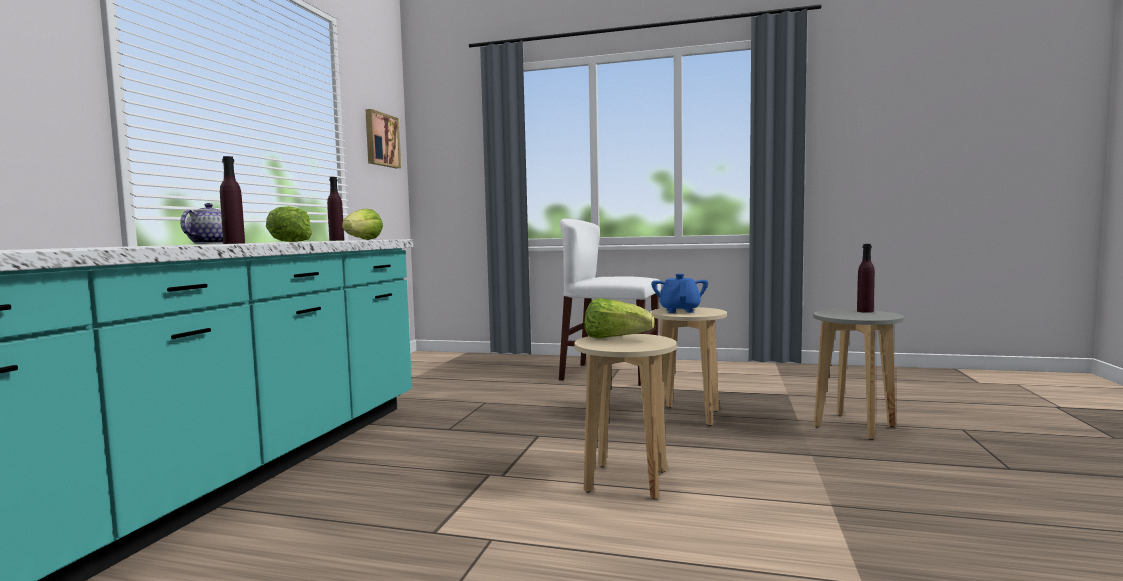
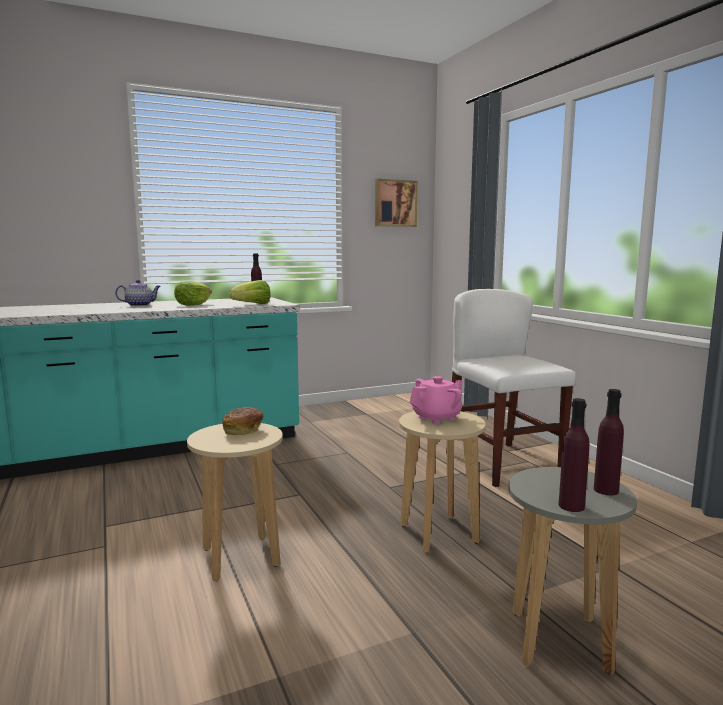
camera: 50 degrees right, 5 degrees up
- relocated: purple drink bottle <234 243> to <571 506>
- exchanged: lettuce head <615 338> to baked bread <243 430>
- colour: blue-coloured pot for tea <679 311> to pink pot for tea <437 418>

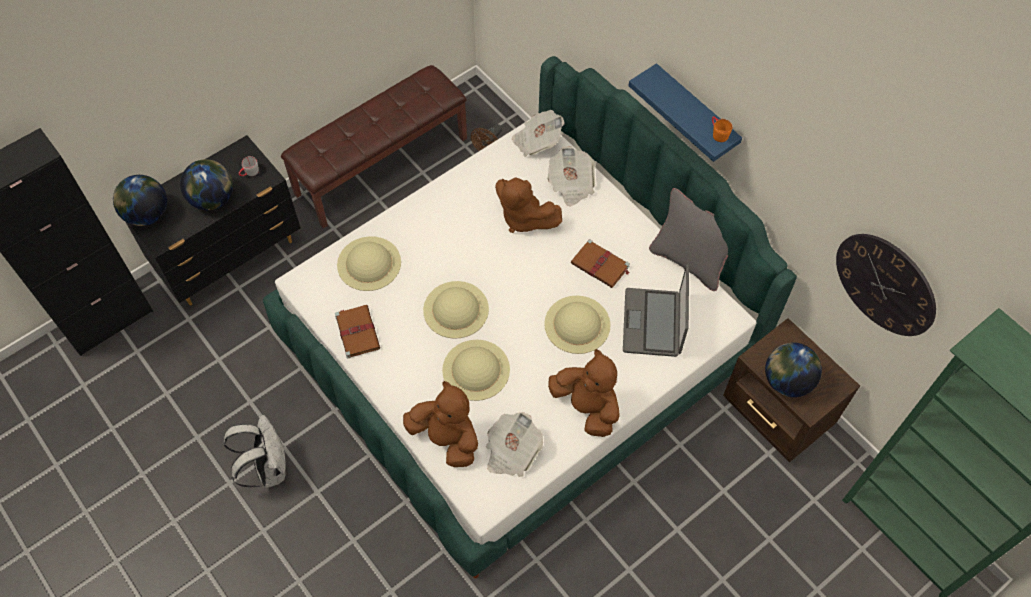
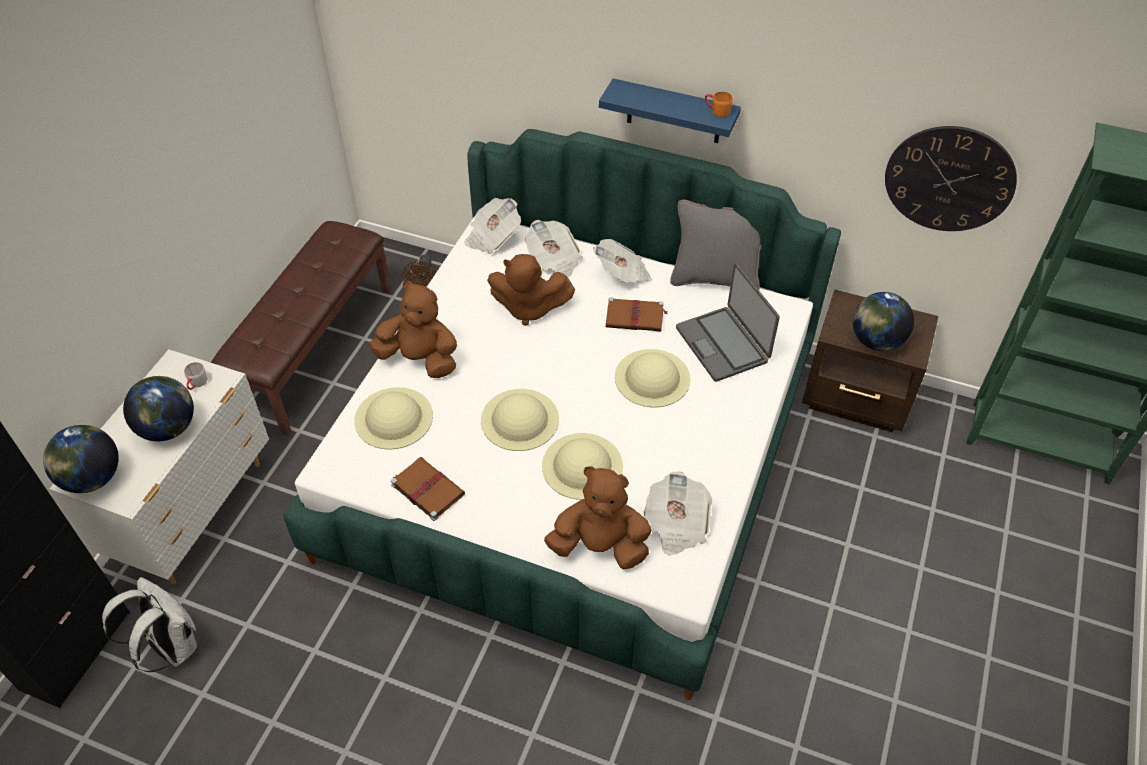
camera: 30 degrees left, 10 degrees down
- appeared: printed paper <623 274>
- relocated: white backpack <268 468> to <170 647>
- relocated: brown-coloured cuddly toy <587 407> to <420 359>
- colour: blackish chest of drawers <231 257> to white chest of drawers <195 511>

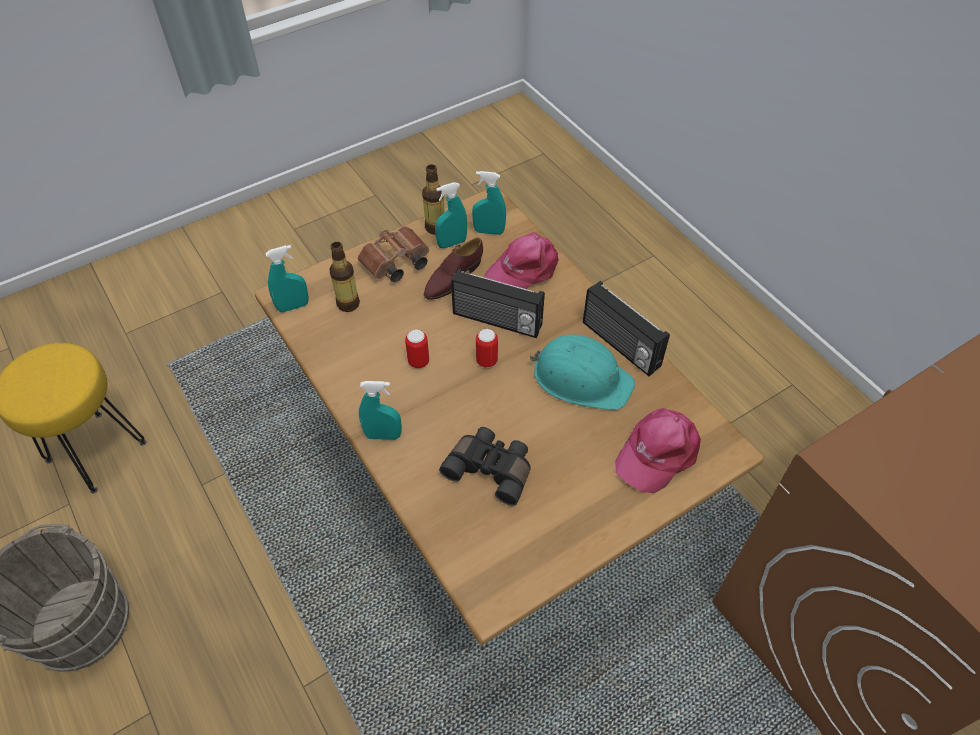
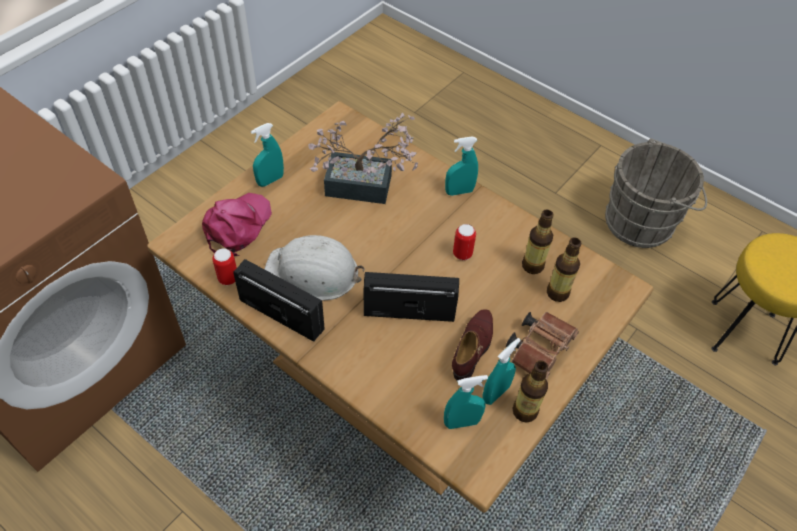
camera: 160 degrees right, 0 degrees up
- missing: pink peaked cap <523 270>
- appeared: drink bottle <532 266>
- relocated: turquoise-coloured hand sprayer <293 306> to <270 180>
- relocated: metal can <486 361> to <228 278>
- exchanged: blackish binoculars <491 469> to plant in a pot <367 187>
- colour: turquoise-coloured safety helmet <581 378> to white safety helmet <313 273>

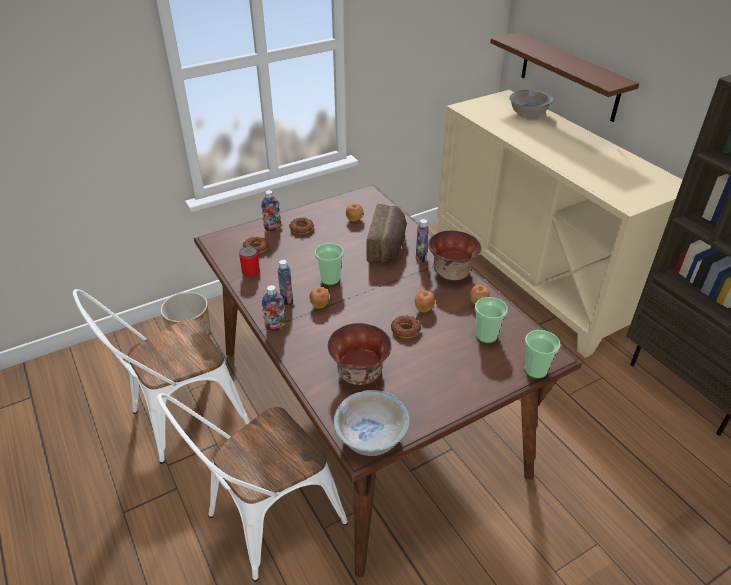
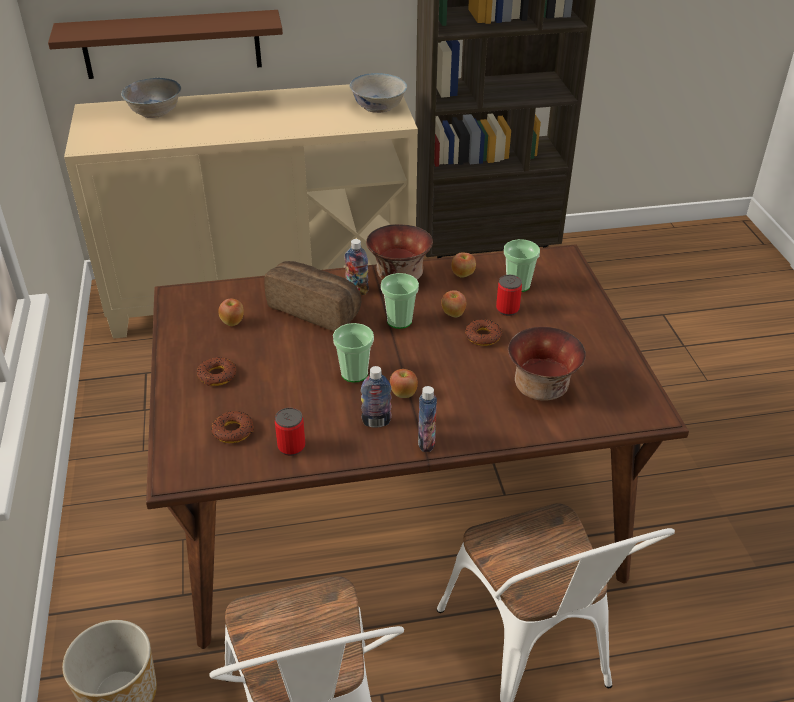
camera: 70 degrees left, 0 degrees up
- missing: drink bottle <272 228>
- appeared: metal can <507 309>
- relocated: white serving bowl <371 437> to <378 106>
- relocated: small cup <535 370> to <399 321>

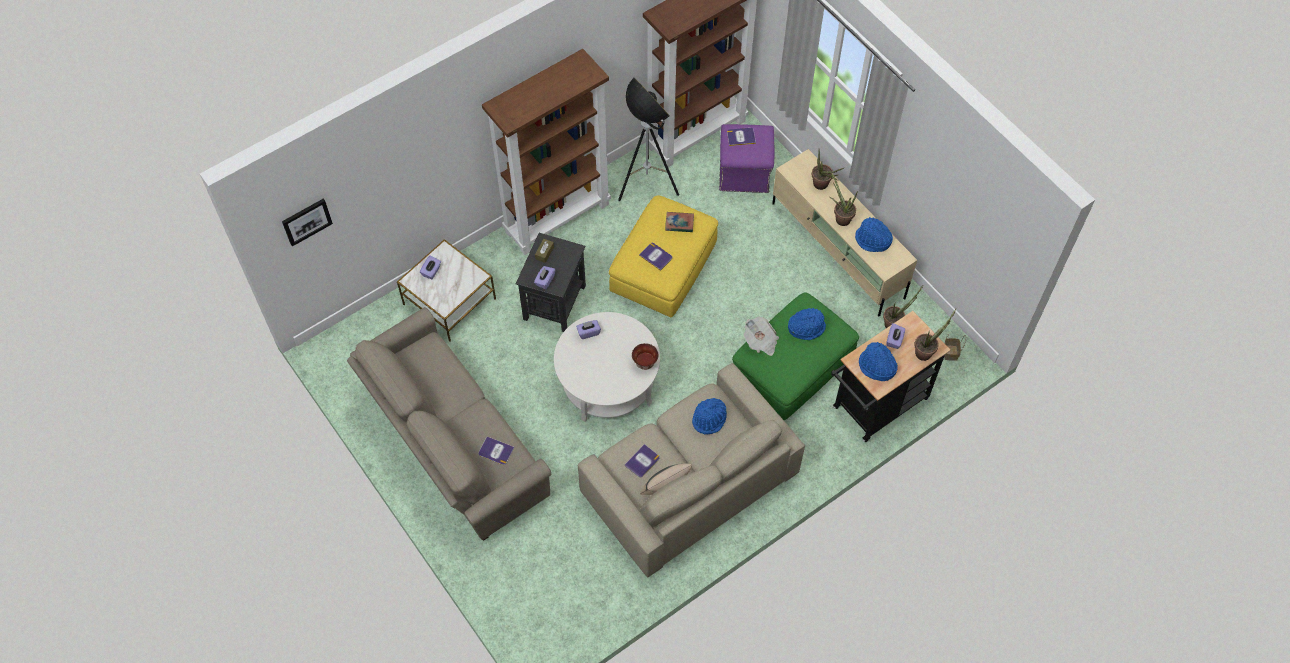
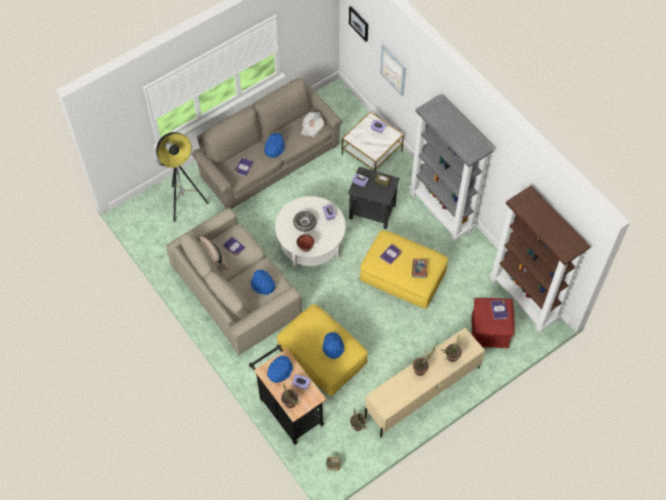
camera: 90 degrees right, 0 degrees up
- appeared: serving bowl <304 223>
- appeared: wall art <393 70>
- relocated: standing lamp <646 185> to <184 202>
- relocated: printed paper <760 341> to <311 128>
- relocated: blue-coloured hat <872 240> to <274 148>
- colour: brown-coloured shelving unit <557 217> to greyish shelving unit <442 211>
- colour: purple pouffe <745 172> to red pouffe <490 331>
- colour: greenish pouffe <792 367> to yellow pouffe <322 356>

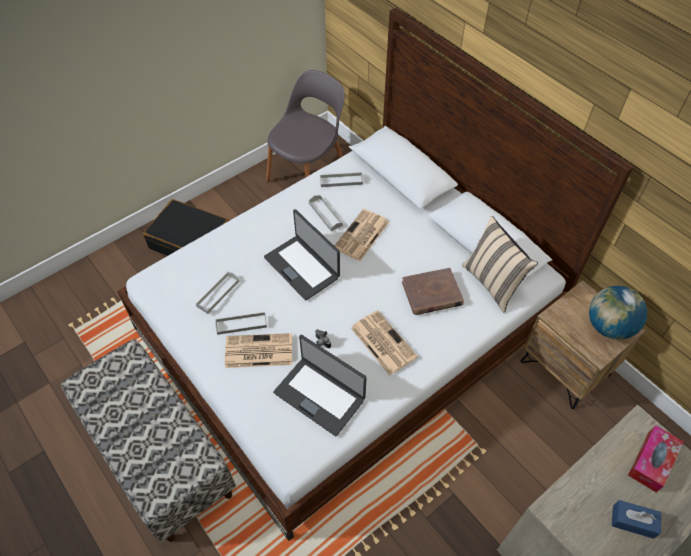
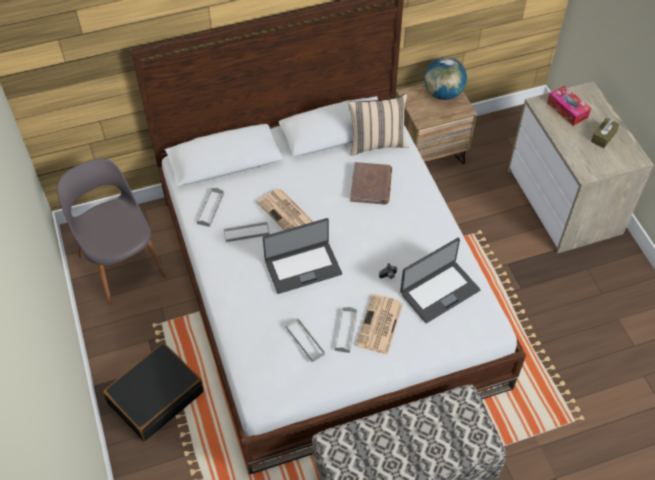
camera: 70 degrees left, 0 degrees up
- missing: printed paper <382 342>
- colour: blue-coloured box of tissues <633 521> to brown-coloured box of tissues <603 137>

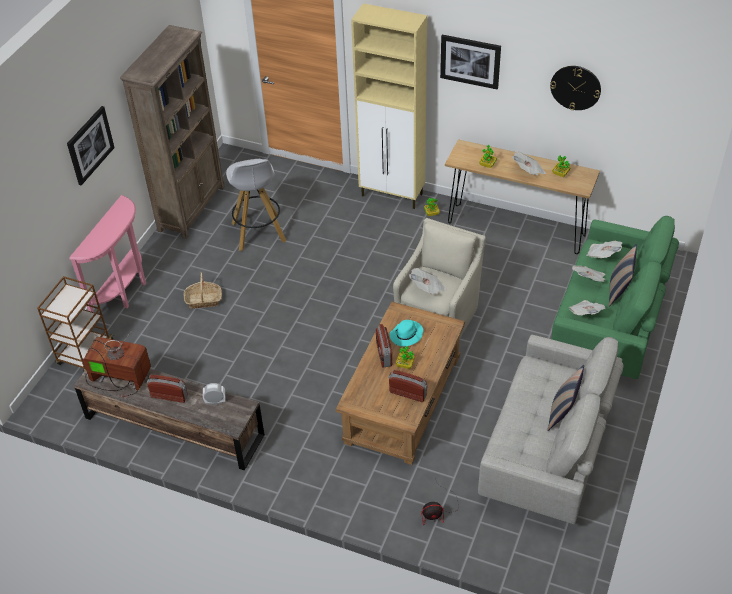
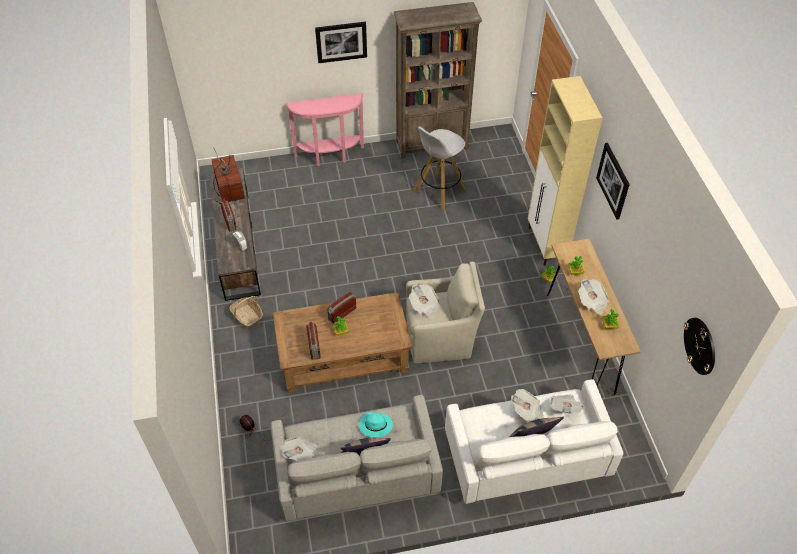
camera: 55 degrees right, 5 degrees up
- missing: brown-coloured wheeled cart <85 353>
- relocated: household basket <204 300> to <247 316>
- relocated: turquoise-coloured hat <406 335> to <375 426>
- relocated: wall clock <575 87> to <700 346>
- relocated: printed paper <585 314> to <300 453>
- colour: greenish sofa <608 323> to white sofa <525 458>

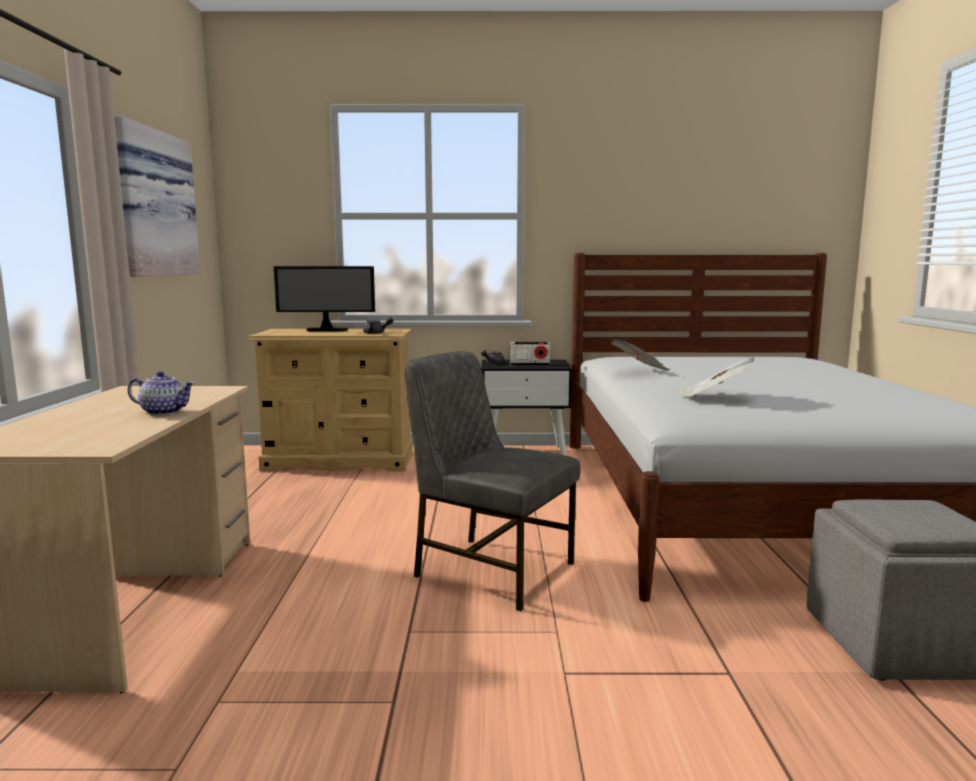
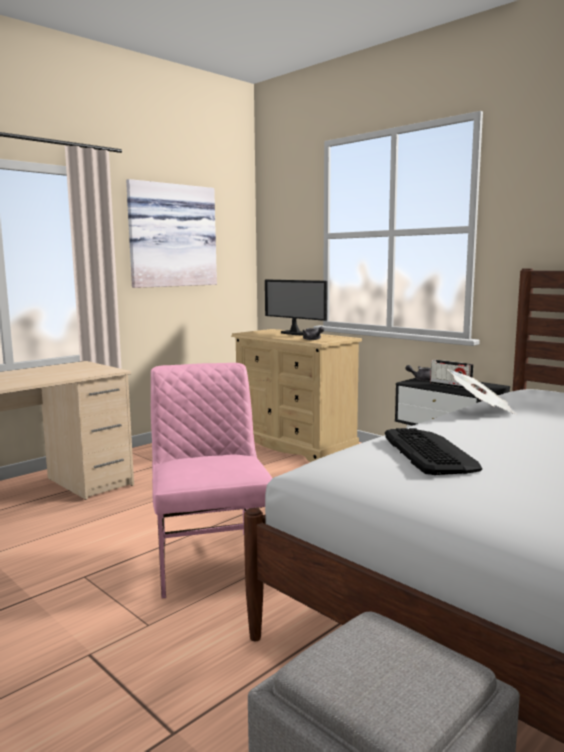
camera: 45 degrees right, 0 degrees up
- missing: pot for tea <164 412>
- exchanged: printed paper <714 397> to PC keyboard <429 452>
- colour: greyish chair <491 569> to pink chair <211 560>

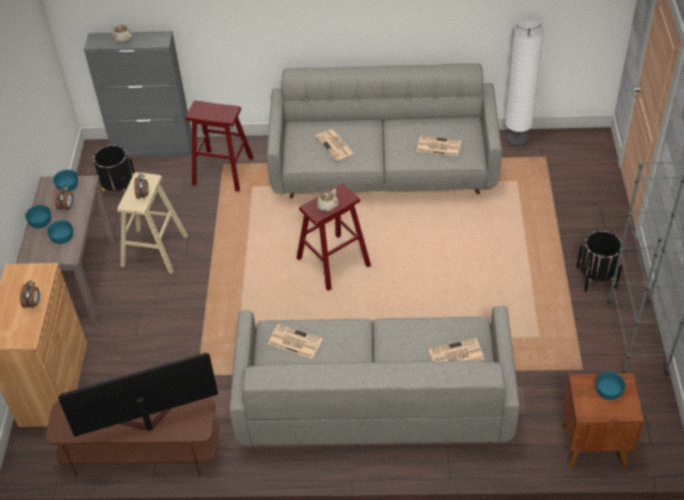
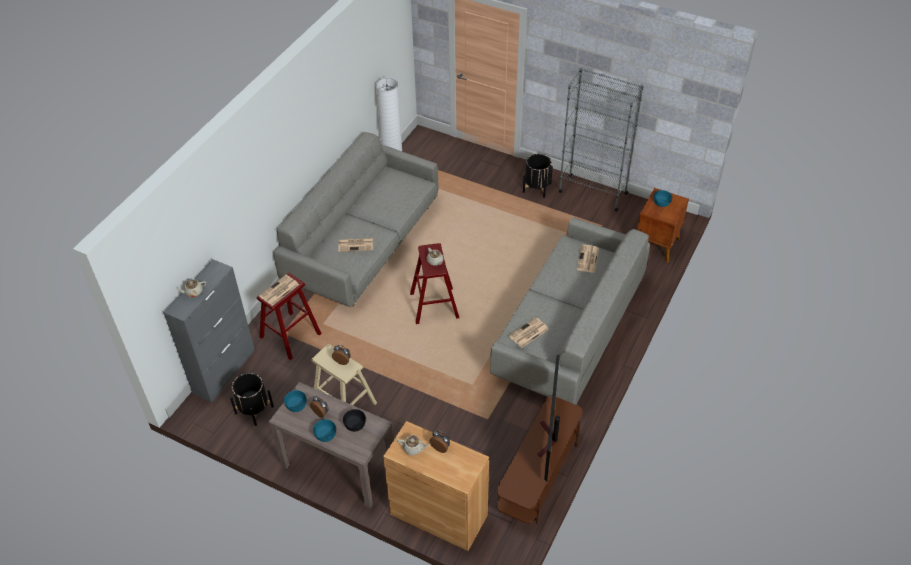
camera: 65 degrees left, 0 degrees up
- appeared: sand-coloured pot for tea <413 448>
- relocated: printed paper <438 146> to <279 291>
- colour: turquoise-coloured serving bowl <63 237> to blackish serving bowl <355 424>

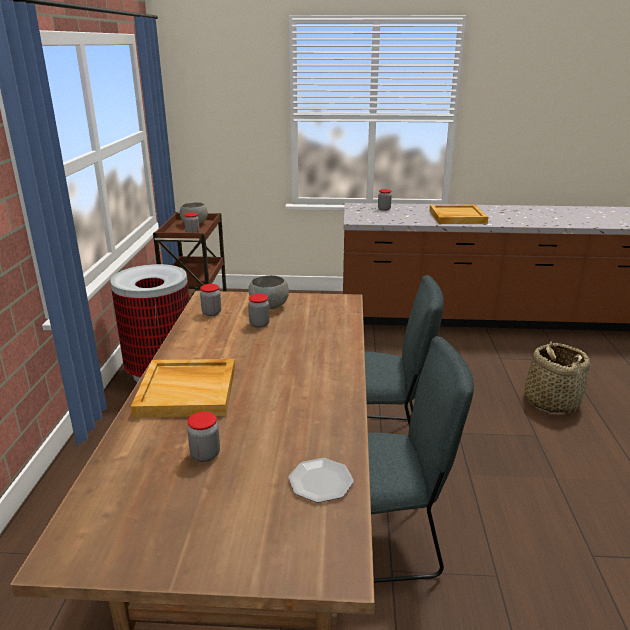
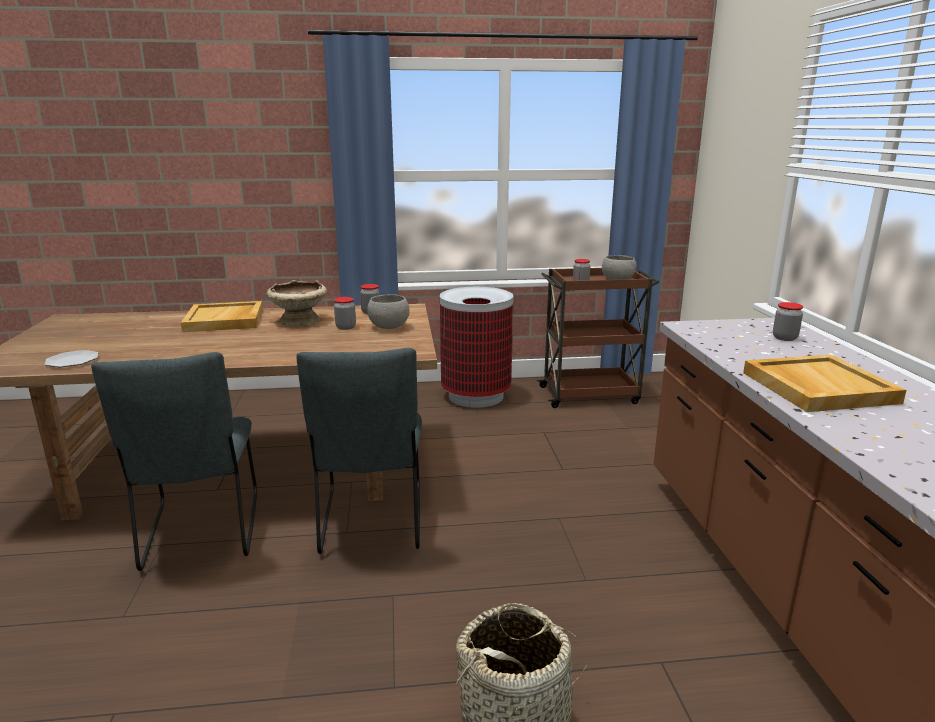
camera: 80 degrees right, 5 degrees down
- missing: jar <205 455>
- appeared: sand-coloured serving bowl <299 320>

